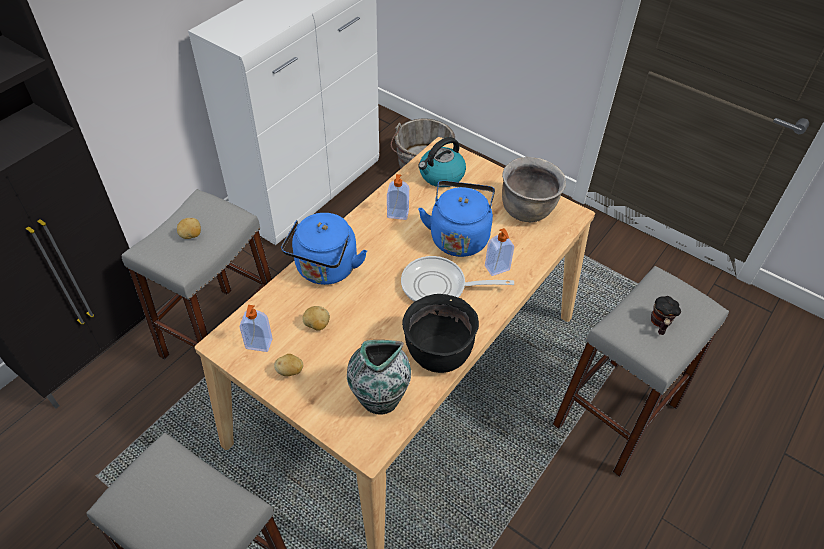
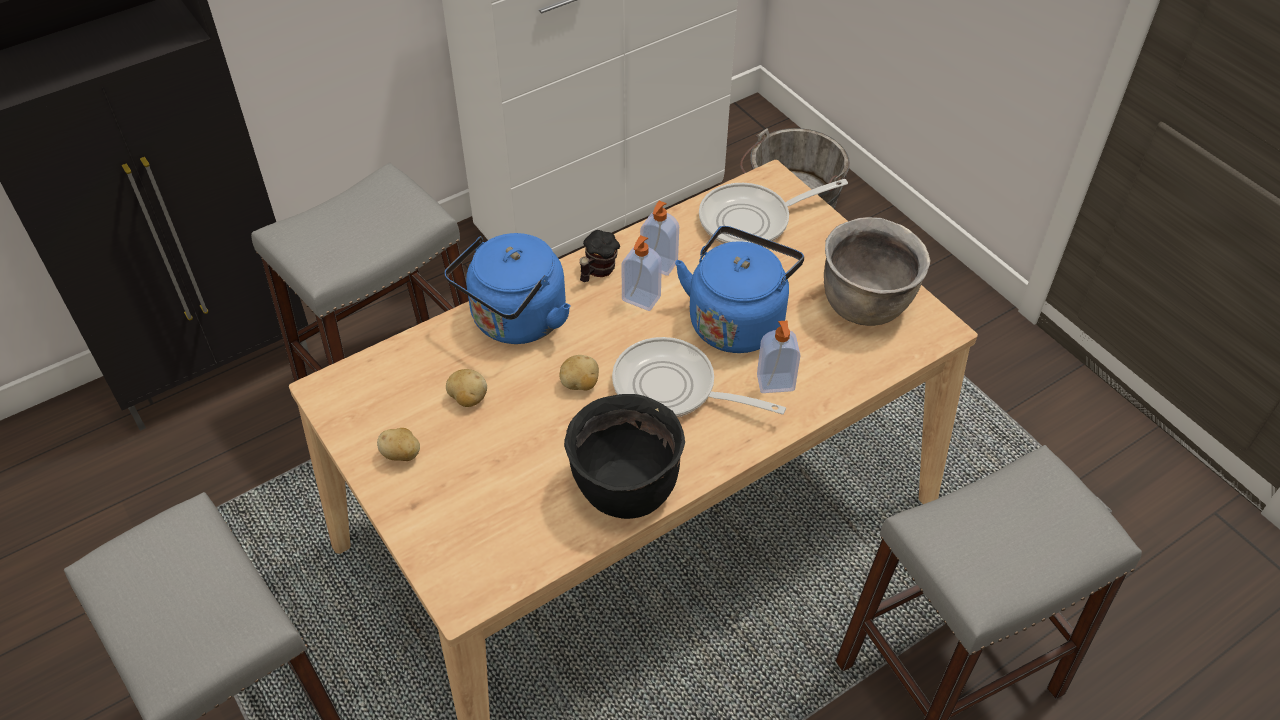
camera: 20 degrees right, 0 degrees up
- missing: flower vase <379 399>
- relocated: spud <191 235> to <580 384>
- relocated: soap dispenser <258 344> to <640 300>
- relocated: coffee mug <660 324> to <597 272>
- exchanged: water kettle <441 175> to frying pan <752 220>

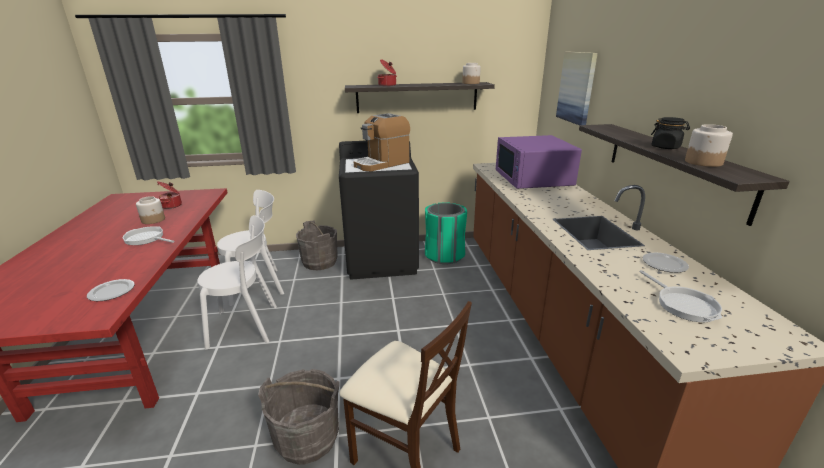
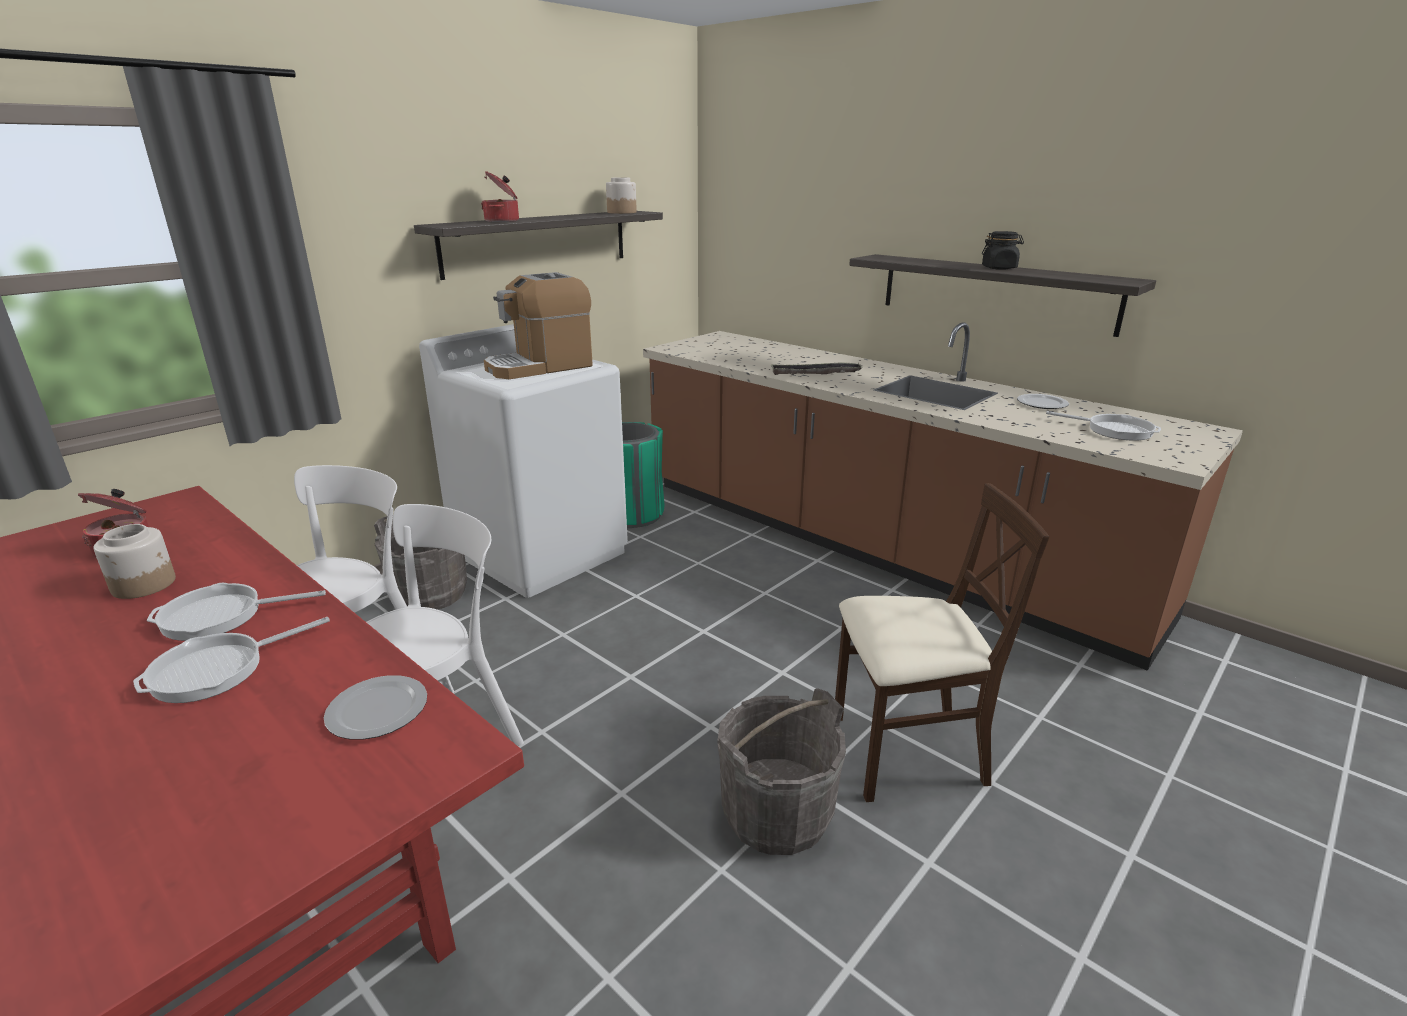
camera: 40 degrees left, 0 degrees up
- missing: purple microwave <533 179>
- missing: wall art <577 87>
- missing: jar <704 162>
- appeared: frying pan <216 670>
- appeared: serving tray <815 373>
- colour: blackish washing machine <382 260> to white washing machine <541 553>
- spun: coffee machine <381 164> = <540 367> 45 degrees clockwise

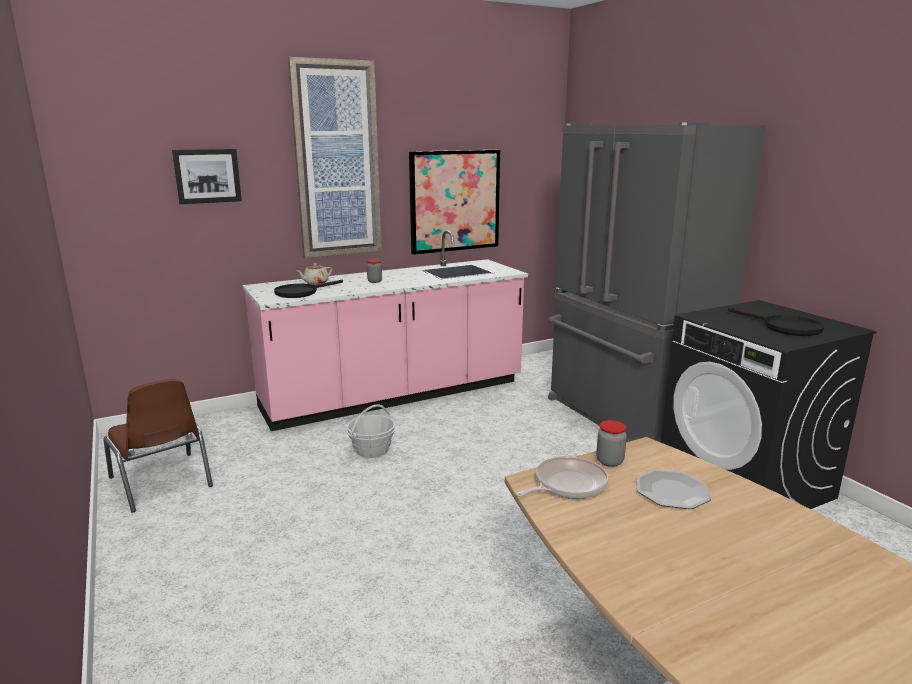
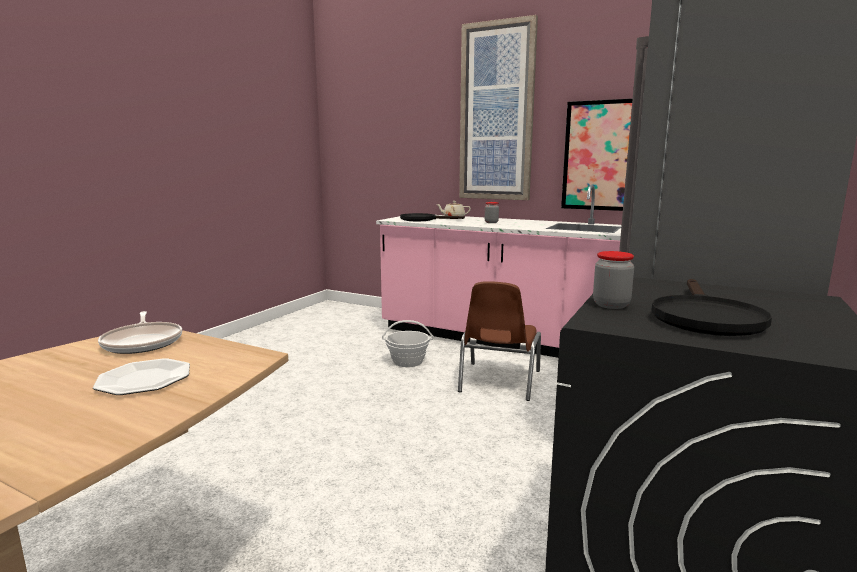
camera: 55 degrees right, 5 degrees down
- missing: wall art <207 176>
- relocated: brown-coloured chair <162 482> to <498 382>
- relocated: jar <609 461> to <611 305>
- spun: frying pan <567 485> = <143 342> 45 degrees clockwise

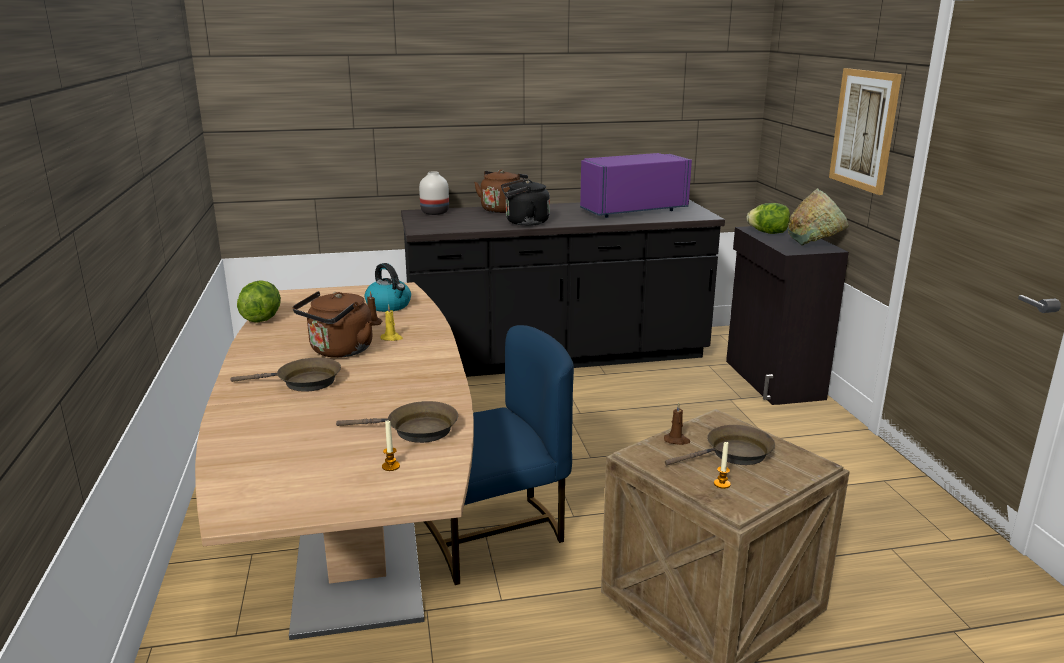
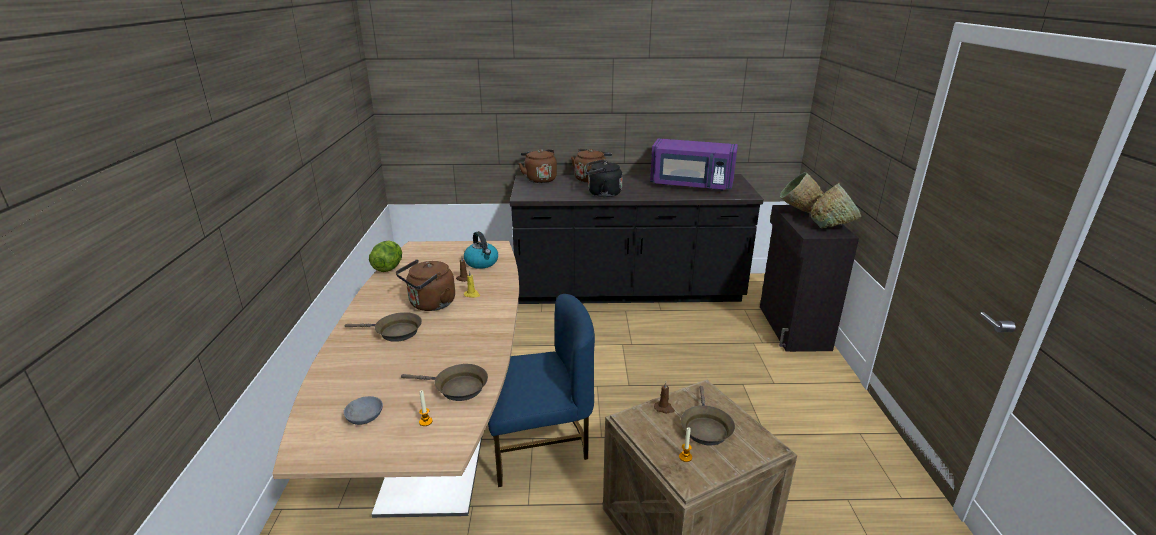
camera: 10 degrees right, 5 degrees up
- missing: wall art <864 129>
- appeared: greyish serving bowl <365 418>
- exchanged: white flower vase <435 212> to brown-coloured water kettle <539 179>
- exchanged: lettuce head <768 233> to greenish serving bowl <797 213>
- spun: purple microwave <631 210> = <691 185> 150 degrees counterclockwise
- spun: brown-coloured frying pan <733 454> = <705 427> 105 degrees clockwise

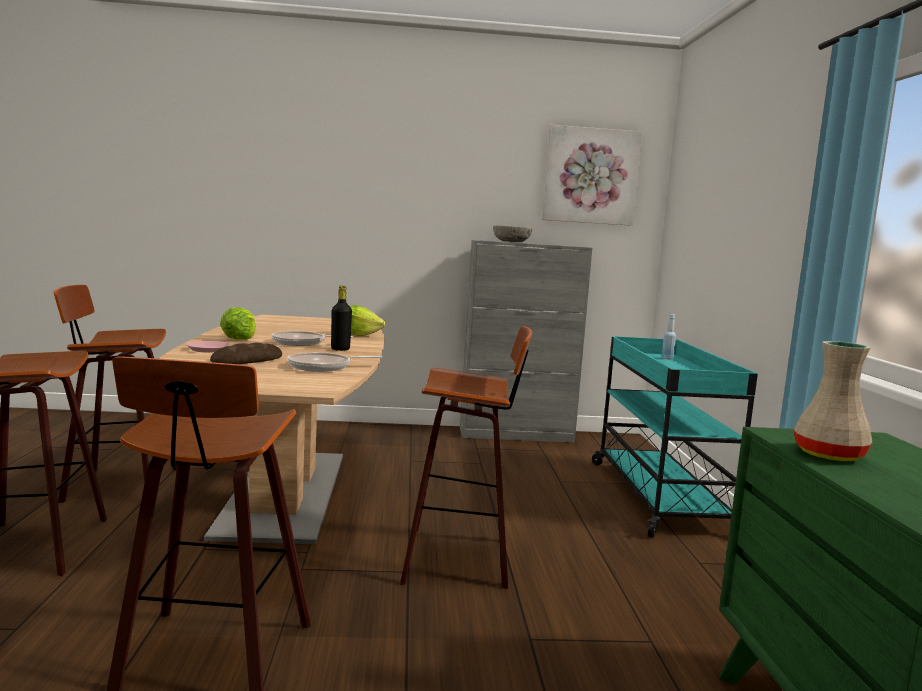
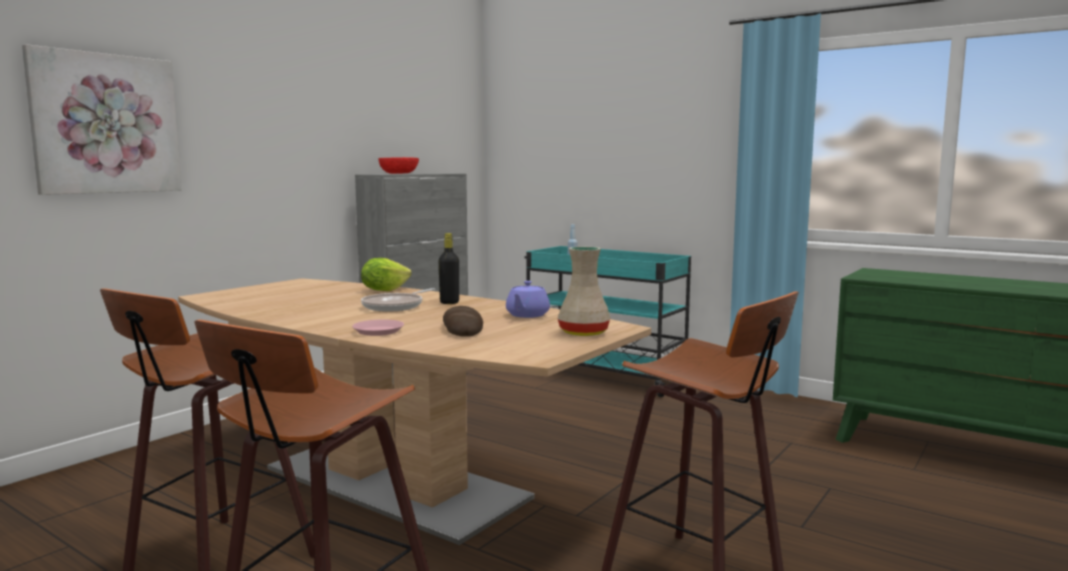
camera: 50 degrees left, 0 degrees up
- missing: lettuce head <239 339>
- missing: stool <461 558>
- relocated: wall art <590 176> to <105 124>
- relocated: sand-coloured flower vase <827 454> to <582 333>
- exchanged: frying pan <323 367> to purple pot for tea <527 315>
- colour: greyish serving bowl <511 242> to red serving bowl <399 173>

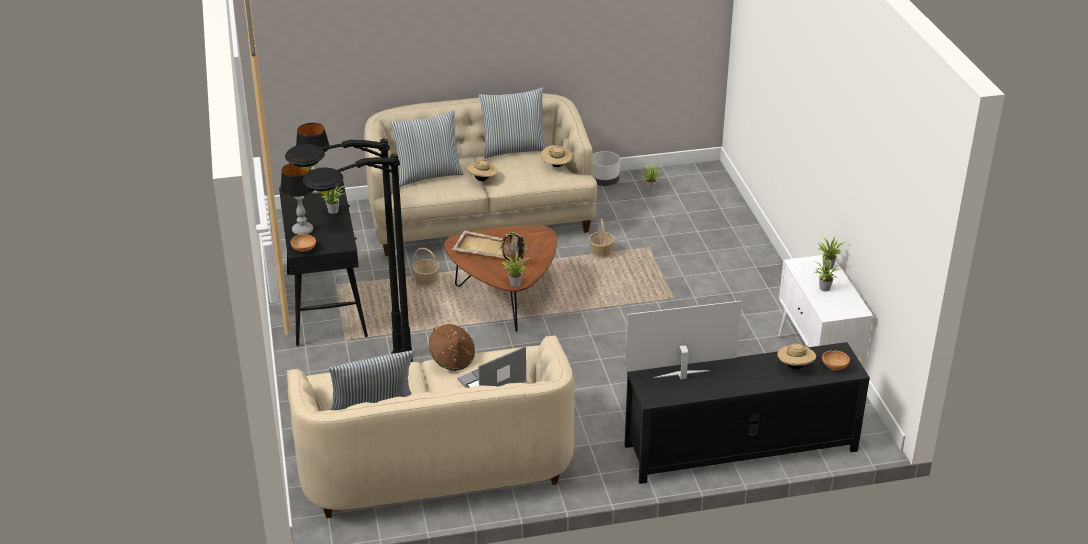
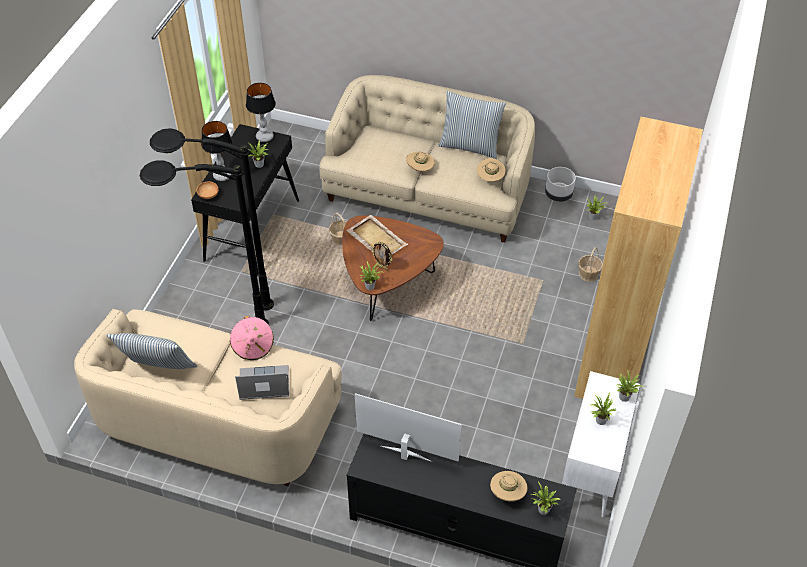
camera: 30 degrees right, 15 degrees up
- missing: cushion <428 175>
- appeared: brown-coloured shelving unit <612 356>
- relocated: household basket <601 253> to <588 274>
- exchanged: brown-coloured serving bowl <835 367> to plant in a pot <542 510>
- colour: brown-coloured hat <452 359> to pink hat <253 346>

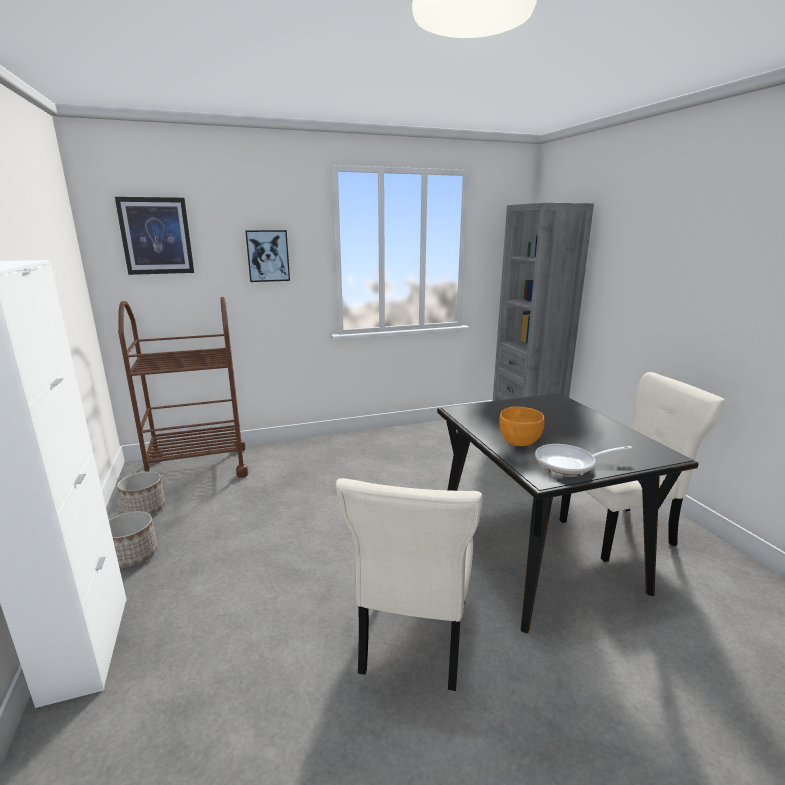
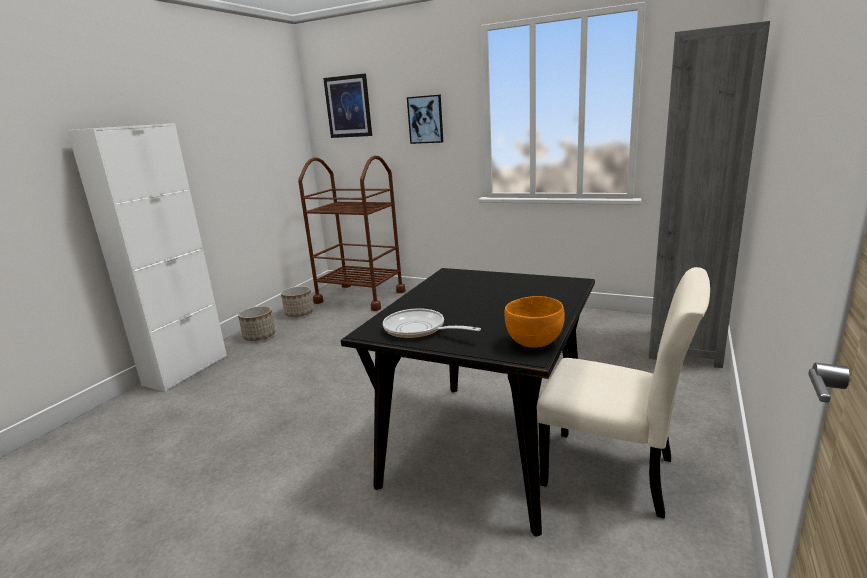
camera: 45 degrees right, 0 degrees up
- missing: sand-coloured chair <413 638>
- relocated: orange-coloured serving bowl <519 442> to <534 343>

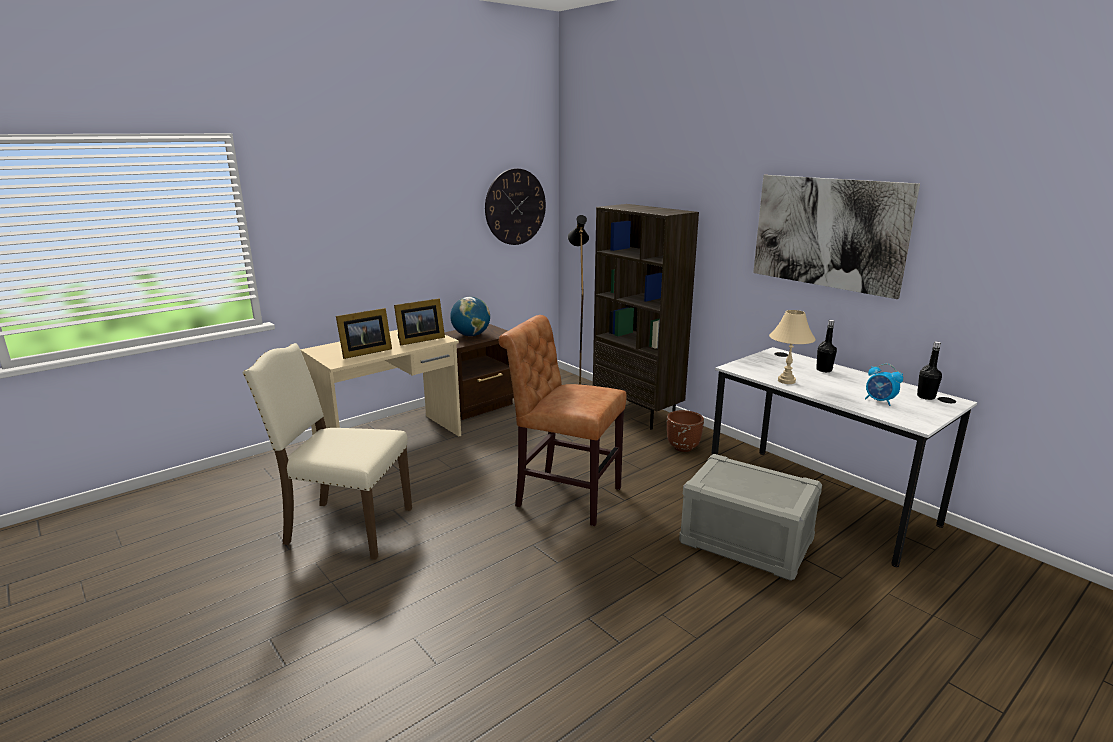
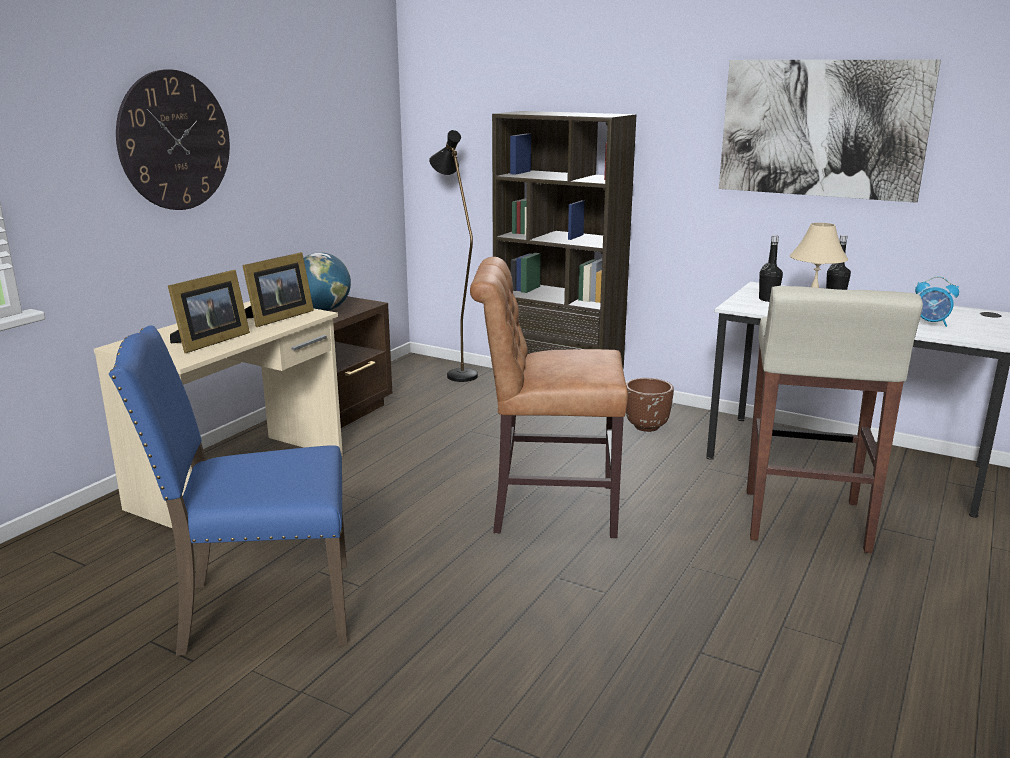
camera: 20 degrees left, 0 degrees up
- relocated: wall clock <515 207> to <174 141>
- relocated: blackish drink bottle <926 397> to <768 299>
- exchanged: greyish storage box <745 542> to sand-coloured stool <804 522>
- colour: sand-coloured chair <345 527> to blue-coloured chair <262 609>

